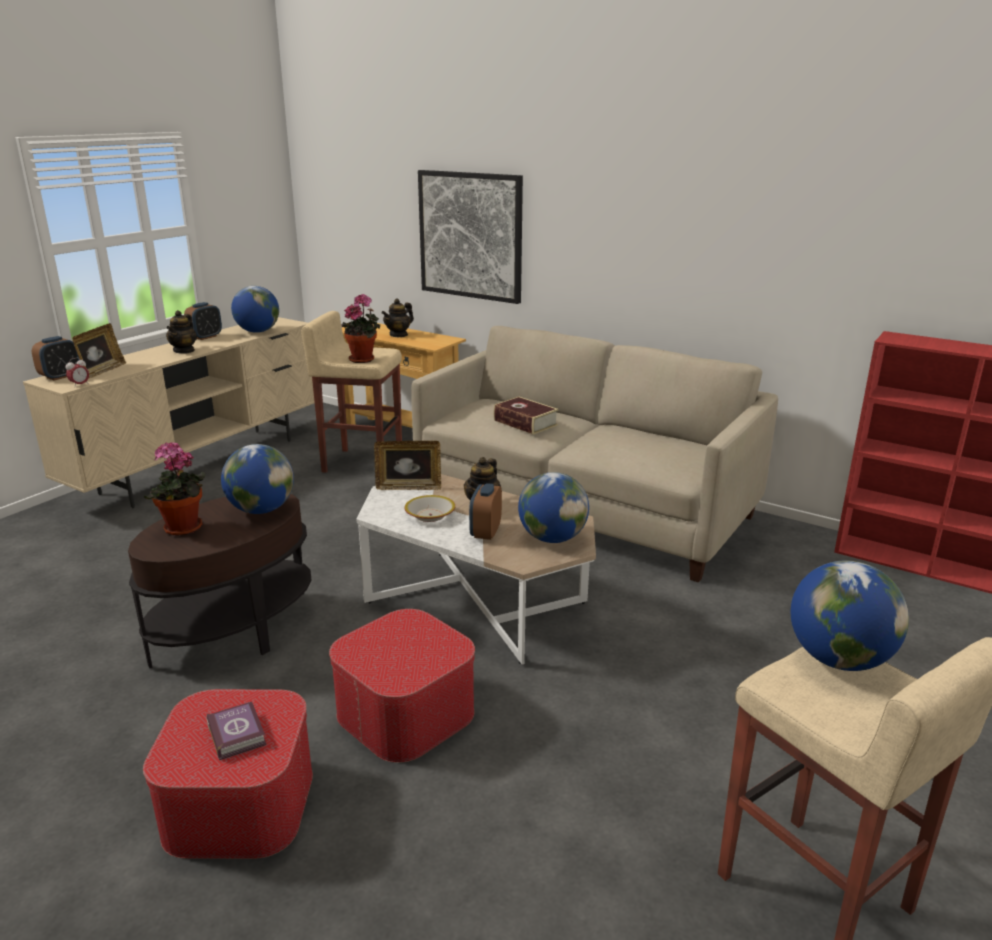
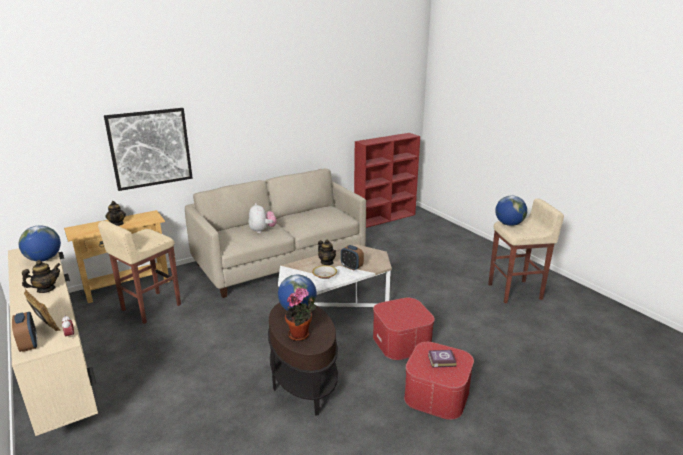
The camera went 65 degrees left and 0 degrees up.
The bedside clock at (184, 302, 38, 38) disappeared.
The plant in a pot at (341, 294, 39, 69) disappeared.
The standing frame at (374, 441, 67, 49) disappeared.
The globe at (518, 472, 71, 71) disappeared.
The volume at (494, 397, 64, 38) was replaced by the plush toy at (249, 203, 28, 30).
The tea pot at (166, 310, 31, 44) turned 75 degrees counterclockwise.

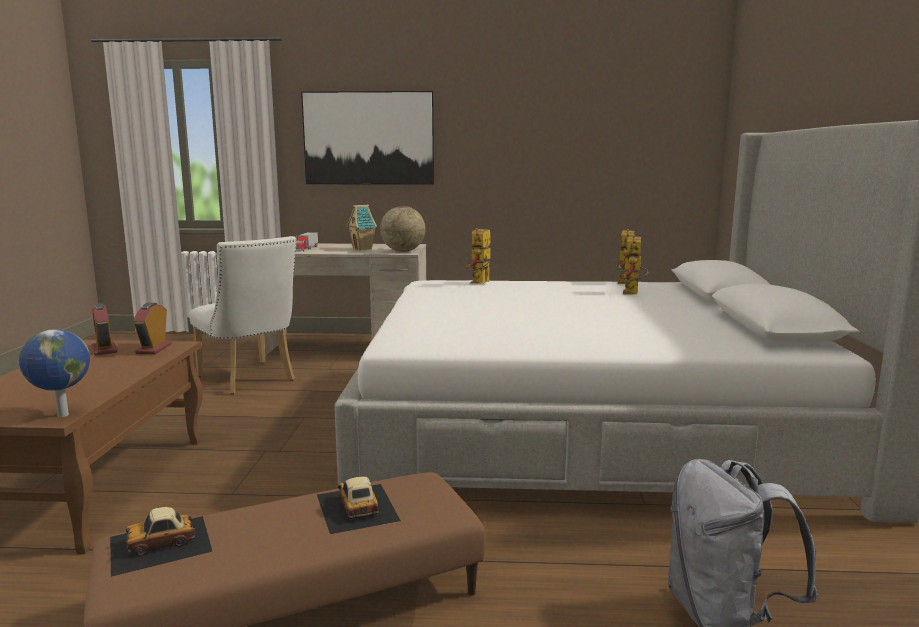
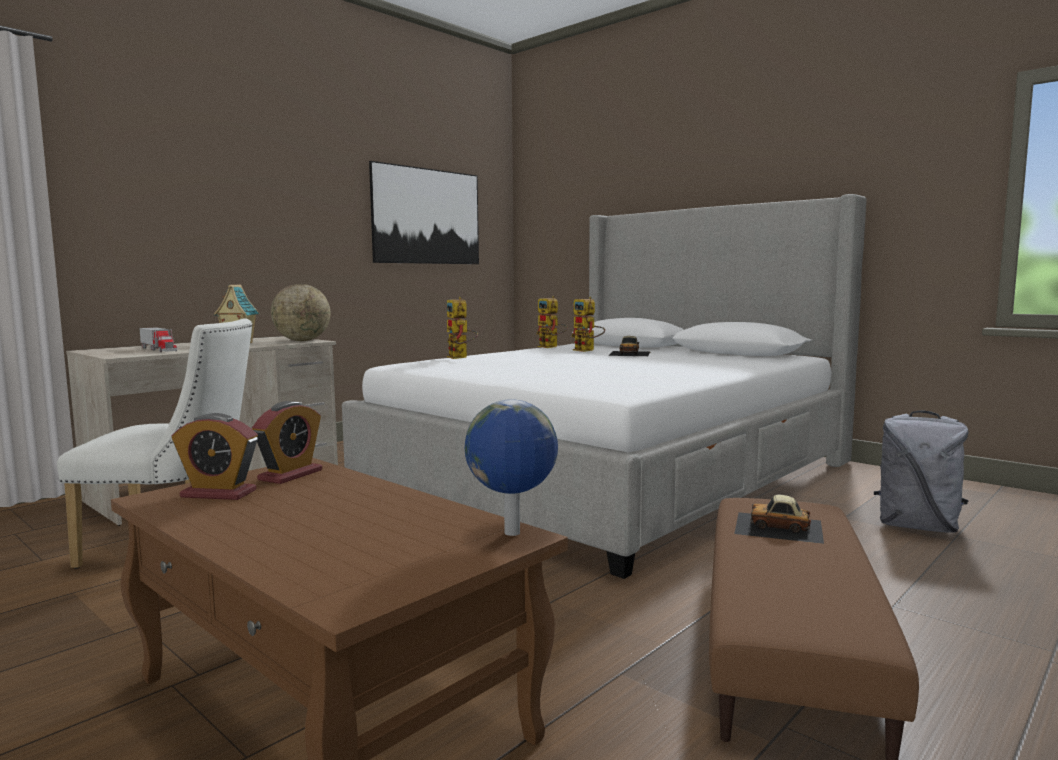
The camera went 50 degrees left and 5 degrees down.
The miniature car moved from (110, 507, 103, 70) to (608, 336, 42, 20).
The picture moved from (301, 91, 133, 94) to (369, 161, 110, 103).
The bedside clock at (133, 303, 39, 51) turned 105 degrees counterclockwise.

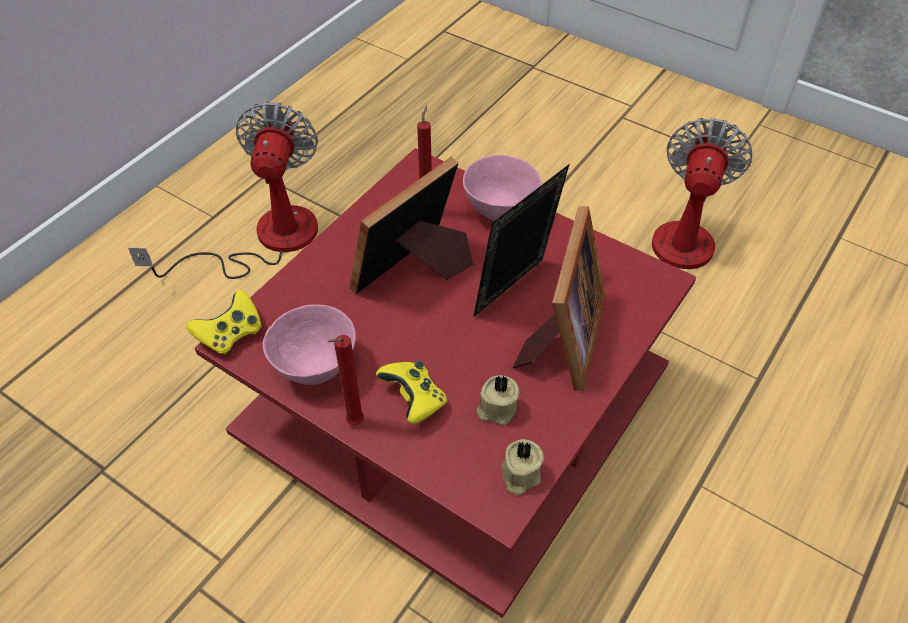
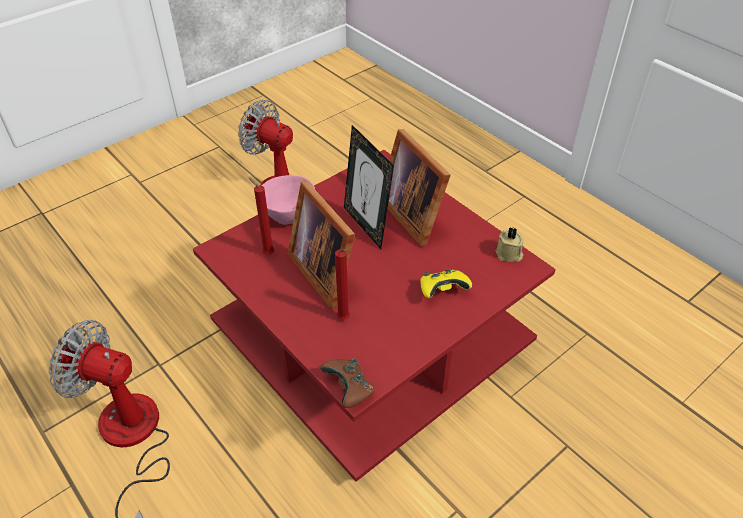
The camera went 75 degrees left and 5 degrees down.
The pinkish deep dish at (263, 305, 93, 80) disappeared.
The beige-coloured wax candle at (477, 375, 42, 50) disappeared.
The red-coloured wax candle moved from (328, 335, 36, 90) to (335, 249, 15, 71).
The yellow game controller at (186, 290, 75, 65) became the brownish game controller at (320, 359, 54, 49).
The standing frame at (513, 207, 92, 184) turned 150 degrees counterclockwise.

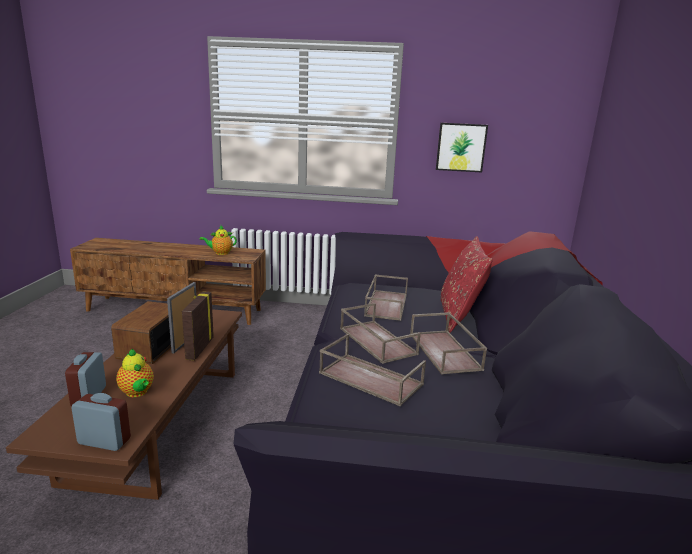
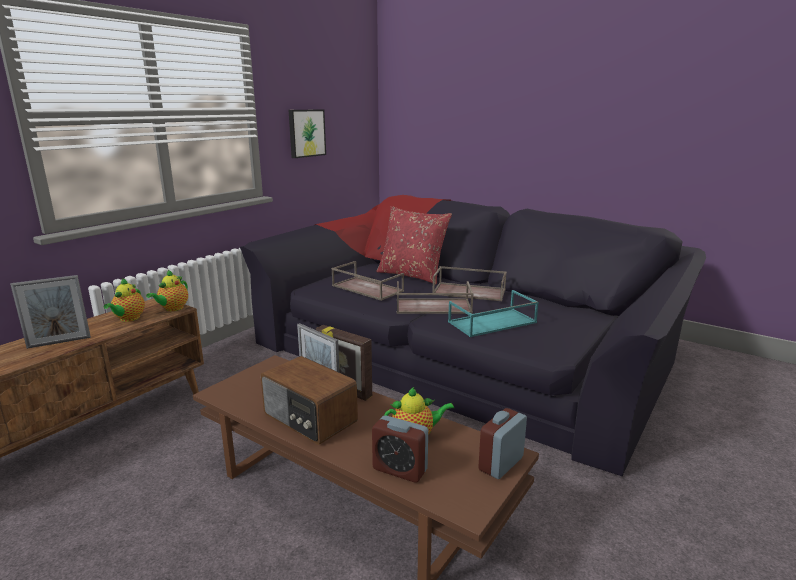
The camera went 60 degrees left and 0 degrees up.
The standing frame at (10, 275, 81, 74) appeared.
The tea pot at (146, 270, 42, 41) appeared.
The brownish serving tray at (319, 334, 107, 73) became the blue-green serving tray at (448, 290, 91, 47).

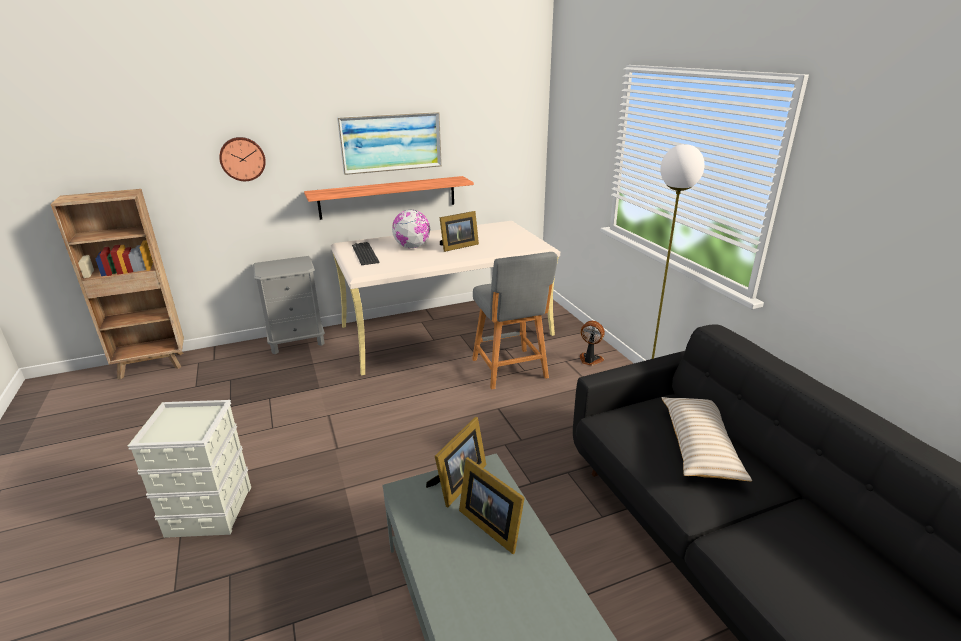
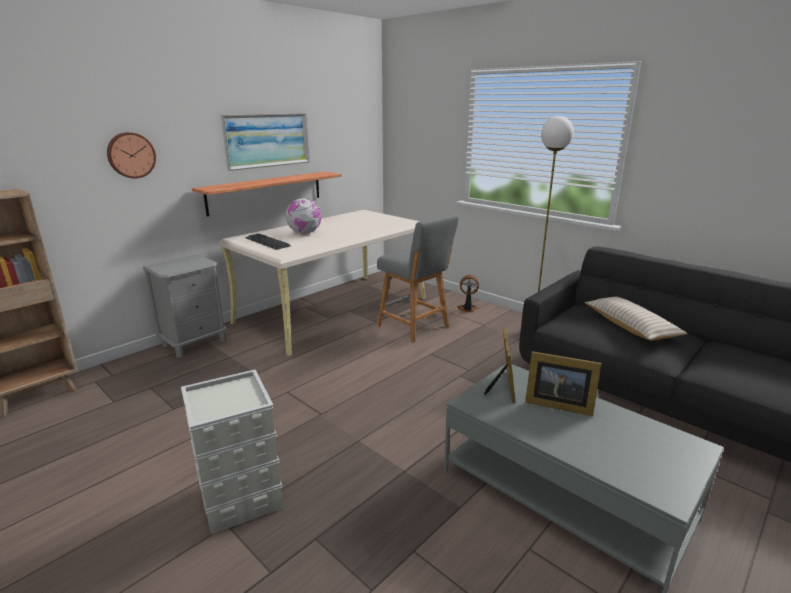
The camera went 25 degrees left and 5 degrees down.
The standing frame at (440, 211, 39, 41) disappeared.

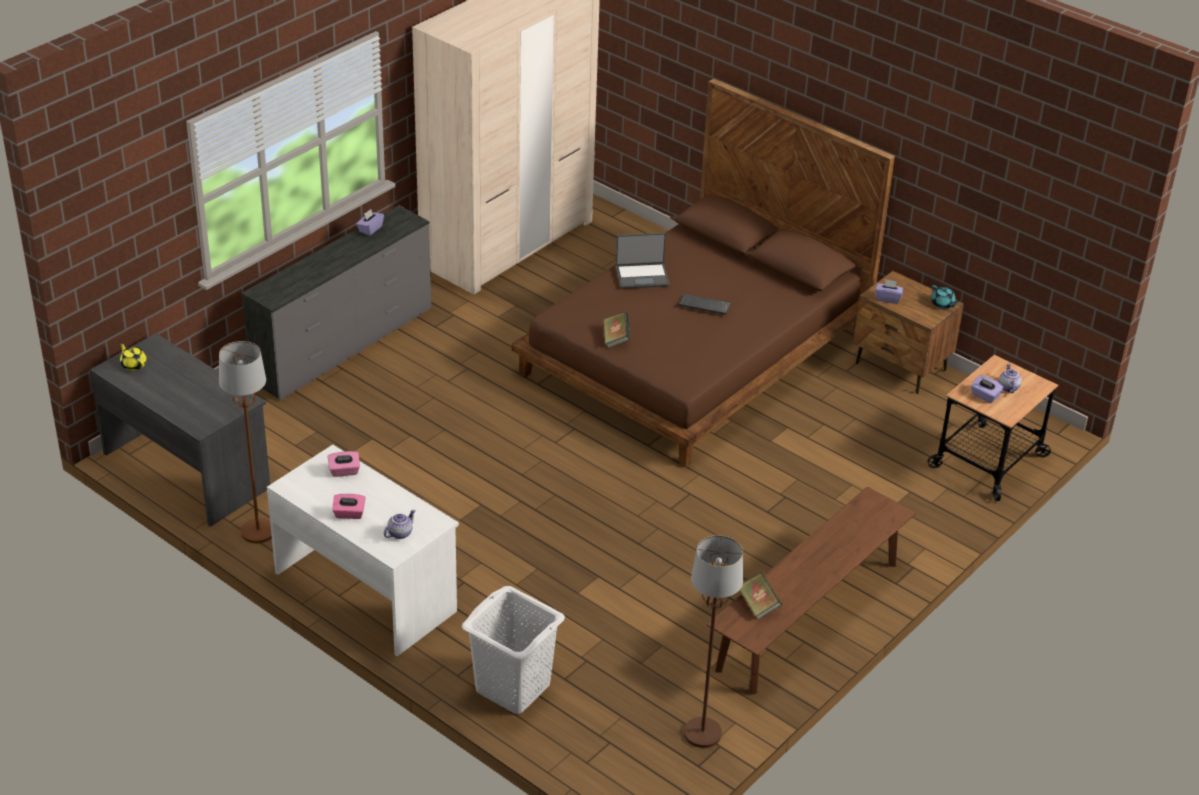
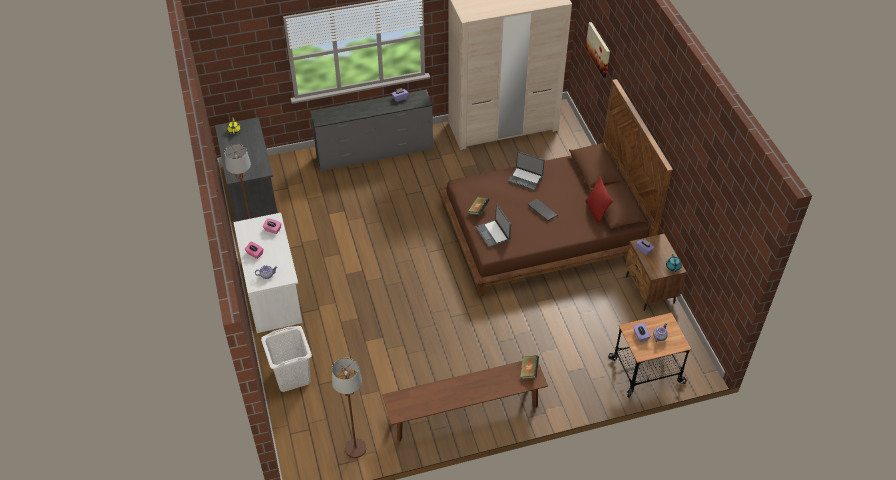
The camera went 35 degrees right and 10 degrees up.
The laptop at (476, 204, 35, 44) appeared.
The red-coloured throw pillow at (585, 176, 28, 50) appeared.
The picture at (586, 22, 24, 56) appeared.
The volume moved from (740, 572, 42, 48) to (520, 355, 19, 24).

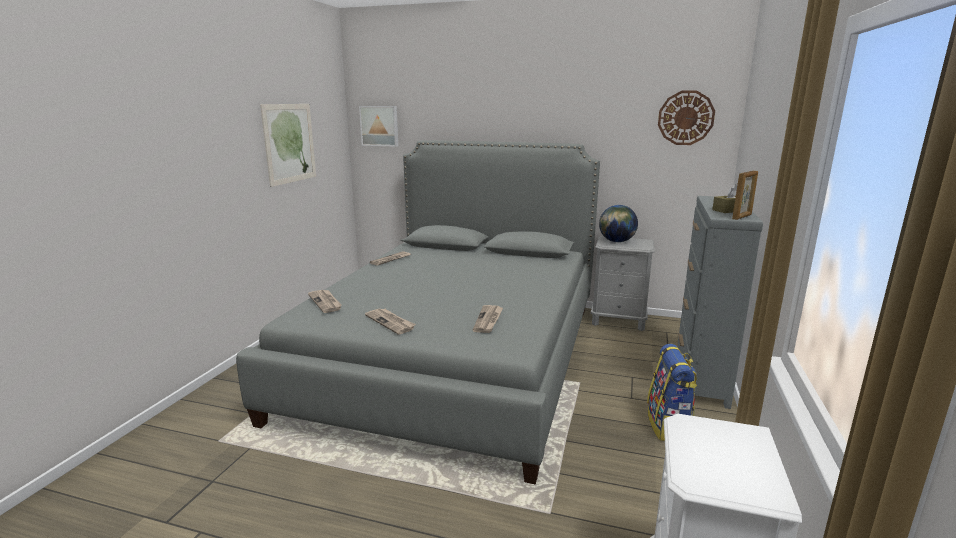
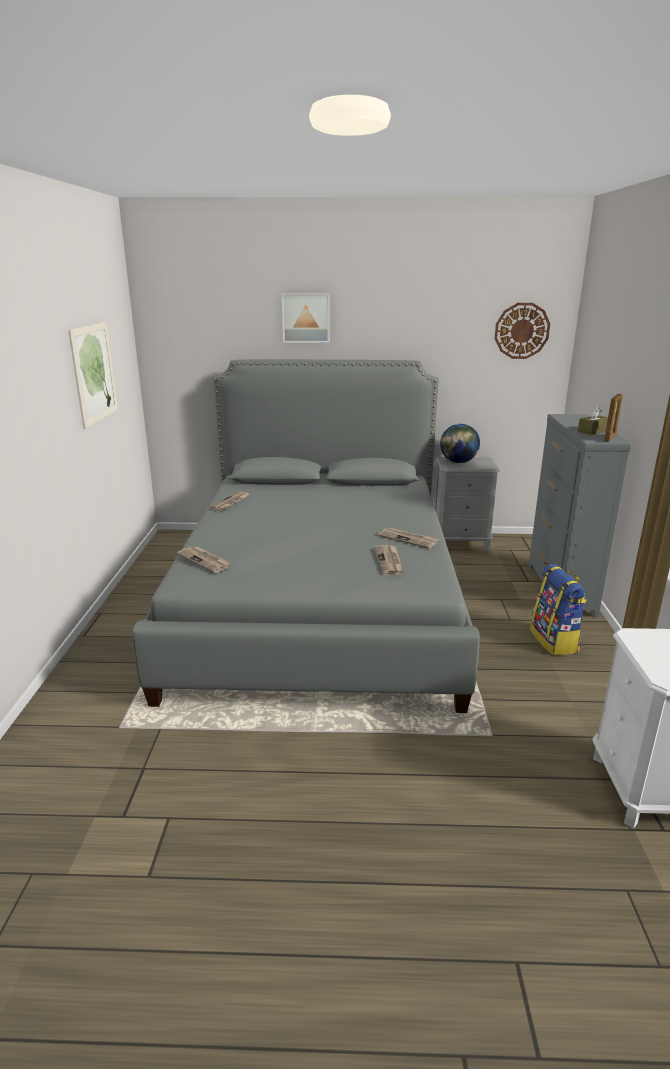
The camera went 15 degrees left and 5 degrees up.
The picture moved from (359, 106, 39, 41) to (282, 293, 48, 50).
The printed paper moved from (365, 309, 51, 25) to (378, 528, 62, 21).

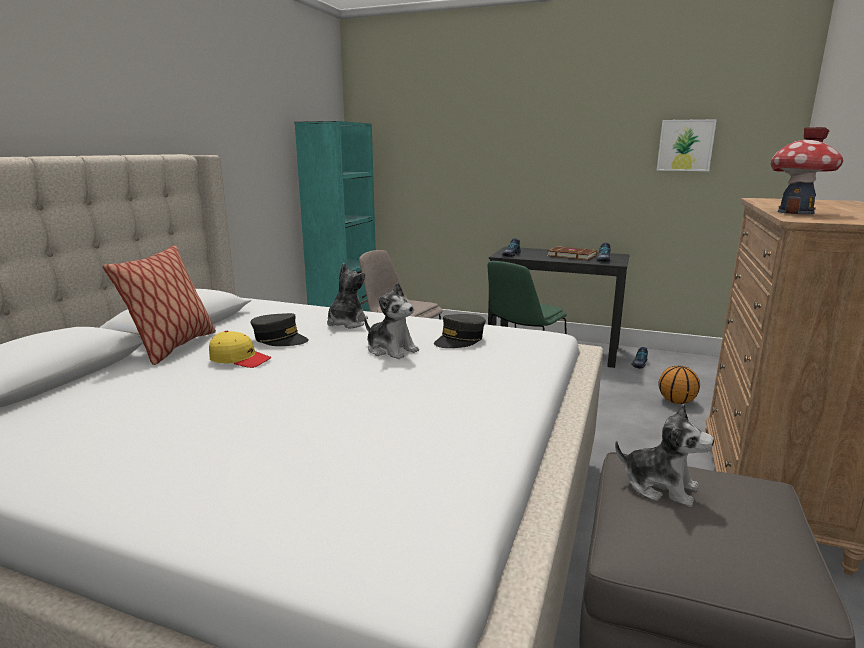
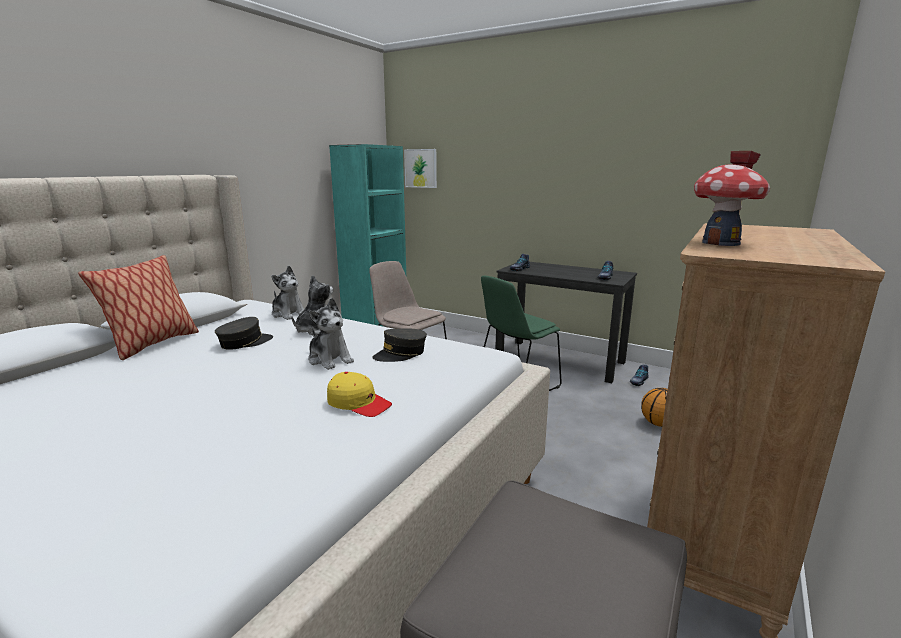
The camera went 10 degrees right and 0 degrees up.
The brownish volume at (547, 246, 50, 14) disappeared.
The yellow baseball cap moved from (209, 331, 62, 37) to (327, 372, 65, 45).
The plush toy moved from (615, 403, 99, 104) to (271, 266, 33, 54).
The picture moved from (657, 119, 60, 52) to (404, 149, 33, 39).
The grey baseball cap at (251, 313, 58, 33) turned 75 degrees counterclockwise.

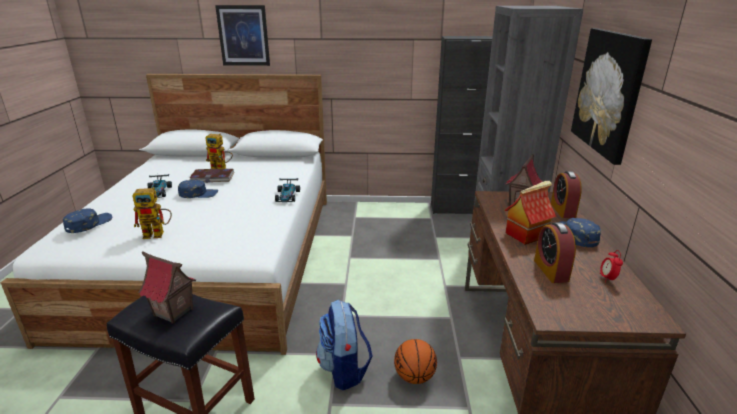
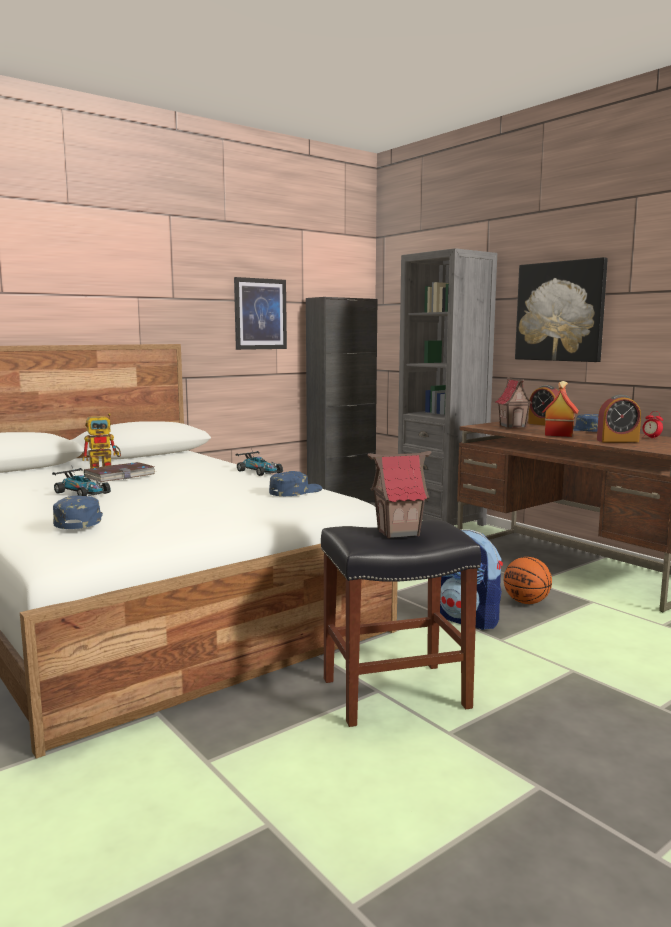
The camera went 40 degrees left and 15 degrees down.
The model robot at (132, 187, 40, 52) disappeared.
The bluish baseball cap moved from (178, 180, 40, 18) to (269, 471, 53, 25).
The picture moved from (215, 5, 55, 61) to (234, 277, 53, 73).
The bedside clock at (534, 222, 42, 61) turned 45 degrees counterclockwise.

